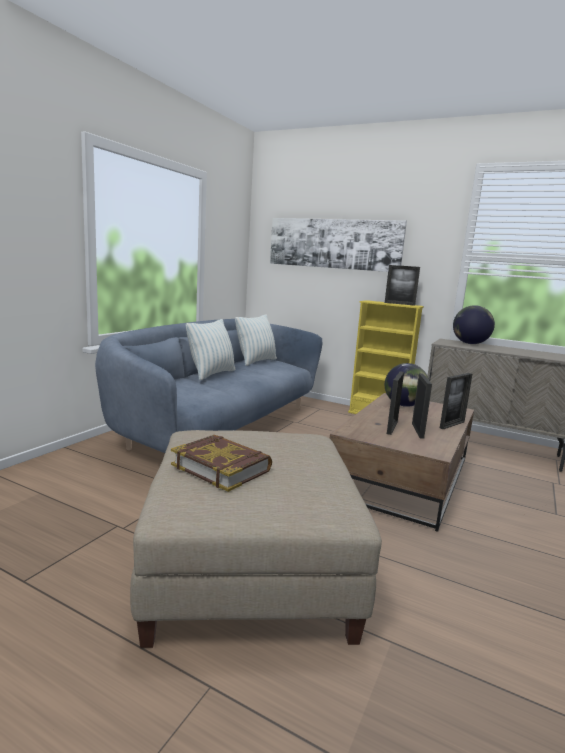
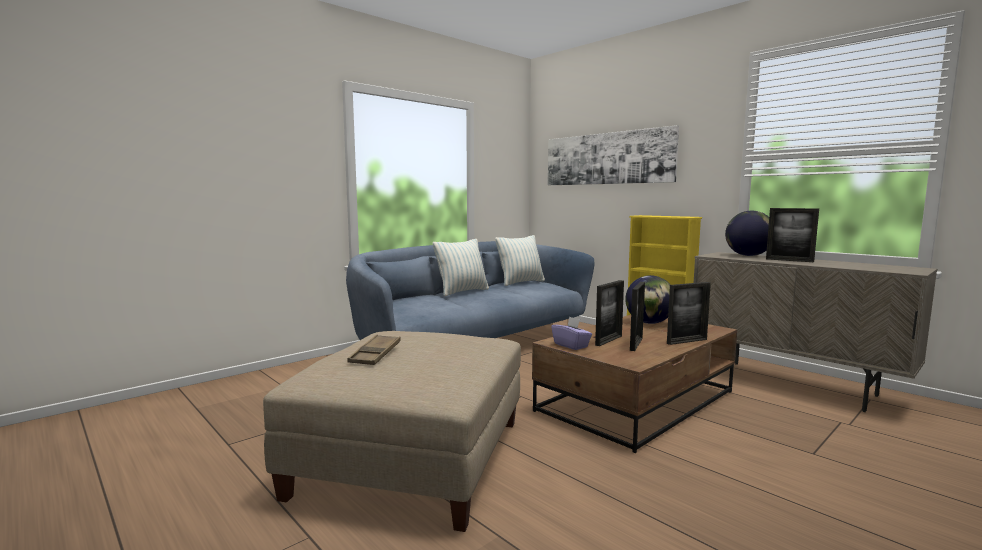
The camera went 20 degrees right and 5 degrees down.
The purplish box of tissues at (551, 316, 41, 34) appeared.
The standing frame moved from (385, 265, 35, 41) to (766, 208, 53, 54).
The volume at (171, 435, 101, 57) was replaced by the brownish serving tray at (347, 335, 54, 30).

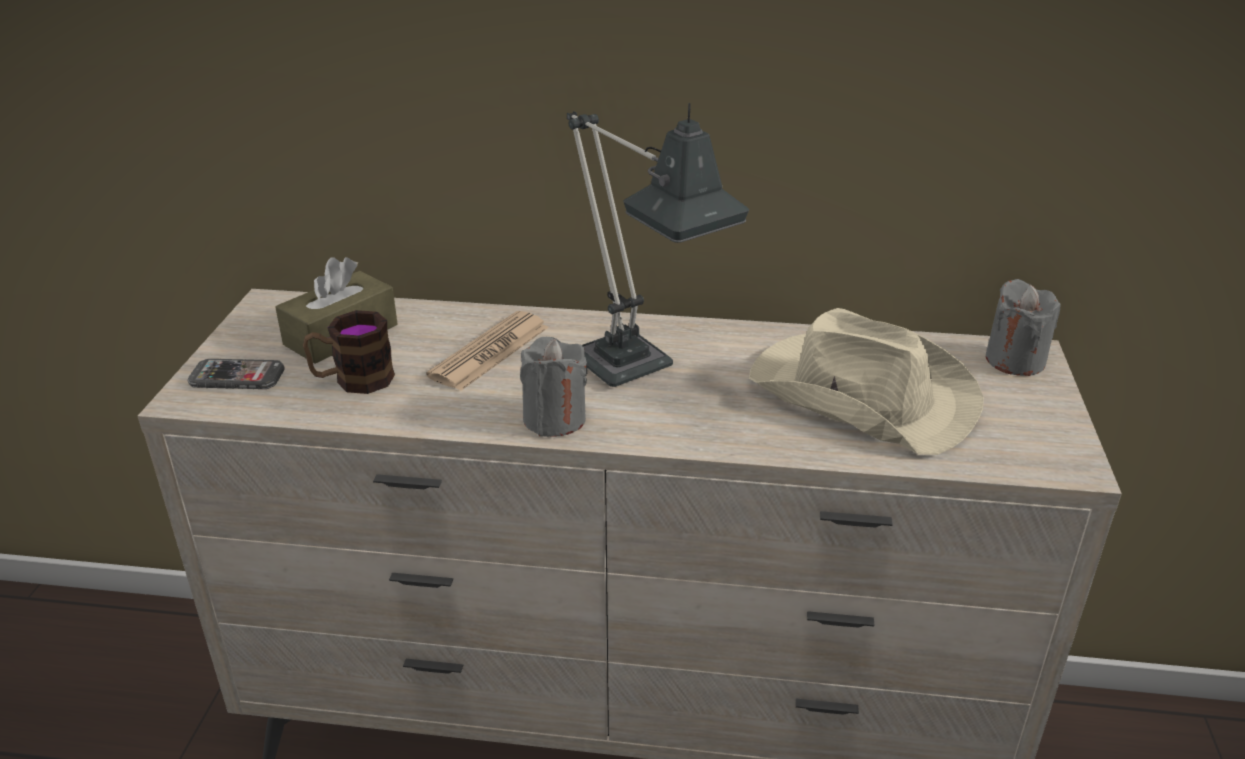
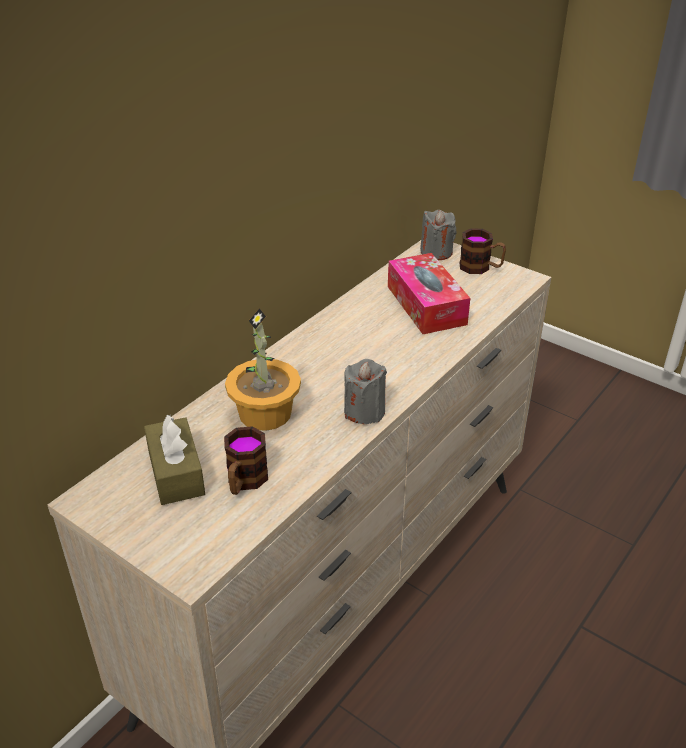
The camera went 60 degrees left and 5 degrees up.
The phone at (188, 359, 97, 30) disappeared.
The table lamp at (567, 103, 182, 284) disappeared.
The tea mug at (460, 228, 46, 46) appeared.
The printed paper at (426, 311, 123, 80) was replaced by the plant in a pot at (225, 308, 76, 123).
The beige-coloured wearable hat at (749, 308, 235, 147) was replaced by the box of tissues at (388, 253, 82, 81).

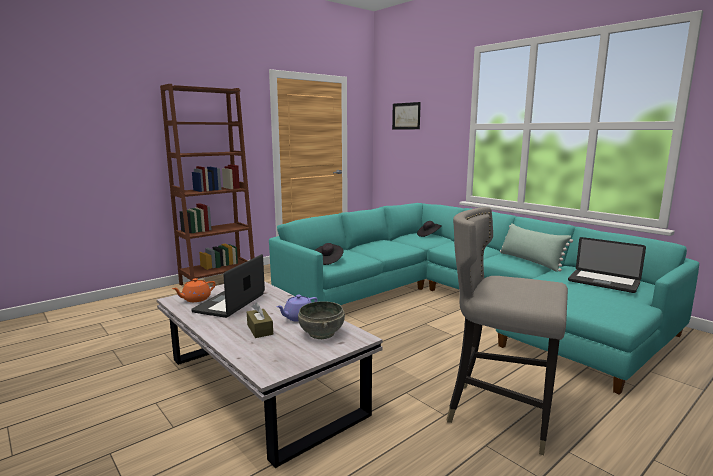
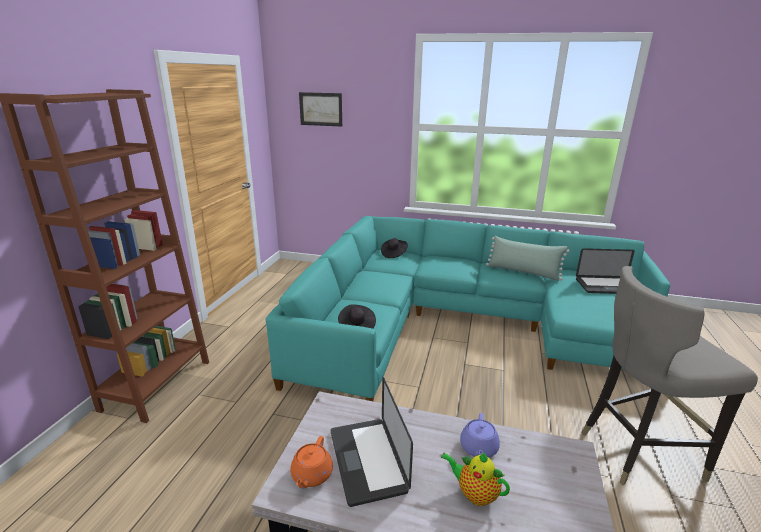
The camera went 35 degrees left and 10 degrees up.
The grey deep dish at (298, 301, 47, 38) disappeared.
The brownish box of tissues at (247, 302, 26, 36) was replaced by the tea pot at (441, 453, 69, 53).

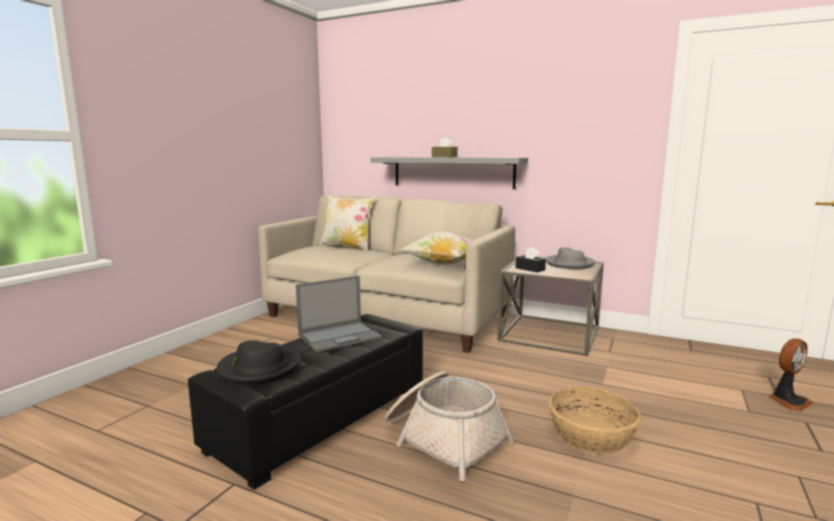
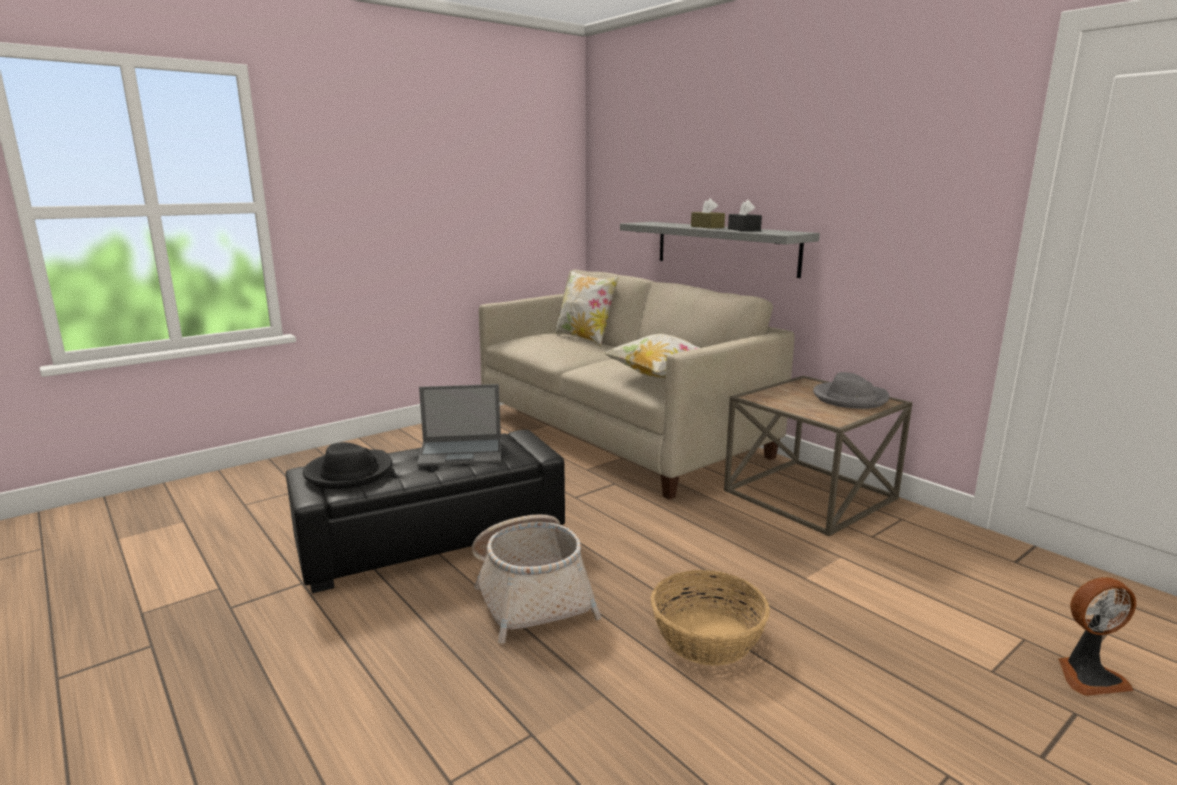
The camera went 25 degrees right and 5 degrees up.
The black-coloured box of tissues moved from (515, 247, 31, 25) to (728, 200, 34, 32).

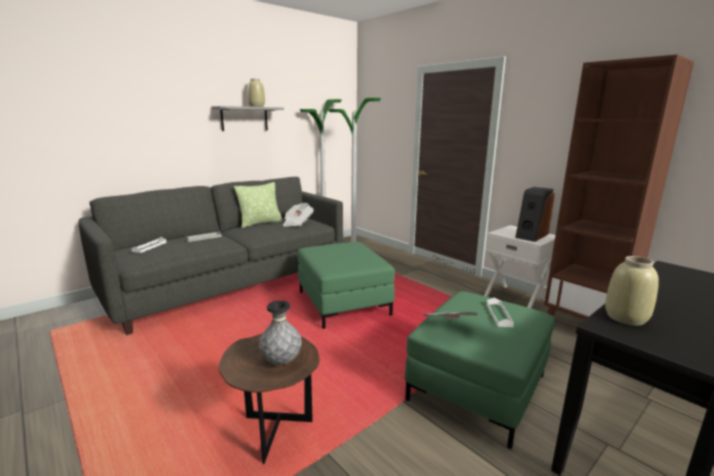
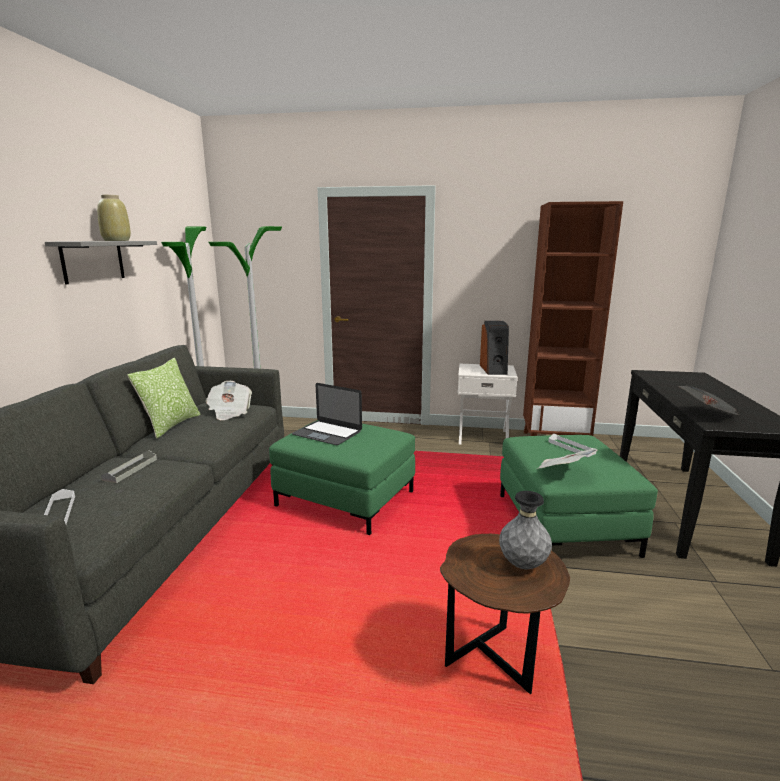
The camera went 40 degrees left and 0 degrees up.
The laptop at (292, 383, 70, 62) appeared.
The beige-coloured flower vase at (605, 256, 54, 70) was replaced by the printed paper at (678, 386, 61, 29).

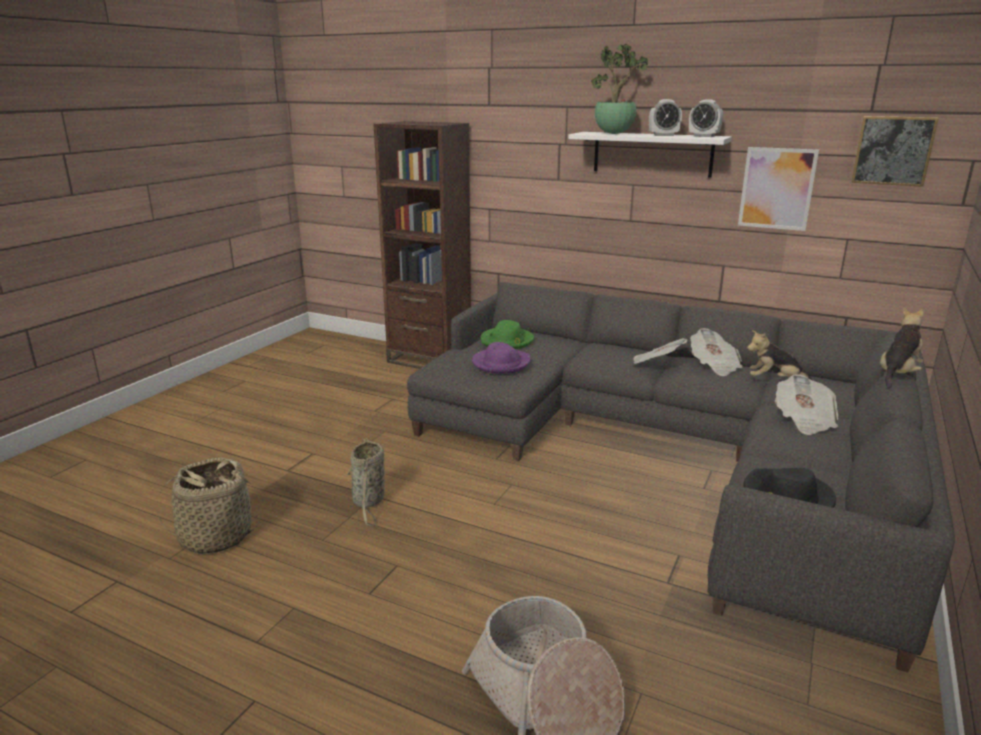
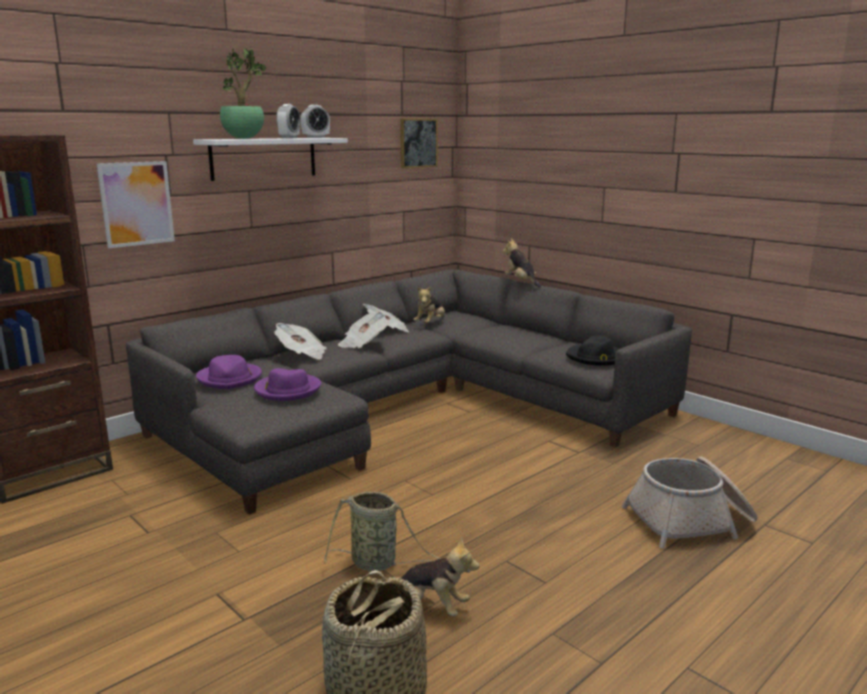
The camera went 70 degrees left and 5 degrees down.
The plush toy at (401, 537, 78, 79) appeared.
The picture moved from (738, 147, 81, 84) to (97, 161, 78, 87).
The printed paper moved from (775, 374, 63, 61) to (274, 323, 53, 36).
The greenish wearable hat at (480, 320, 54, 29) became the purplish wearable hat at (196, 355, 66, 34).

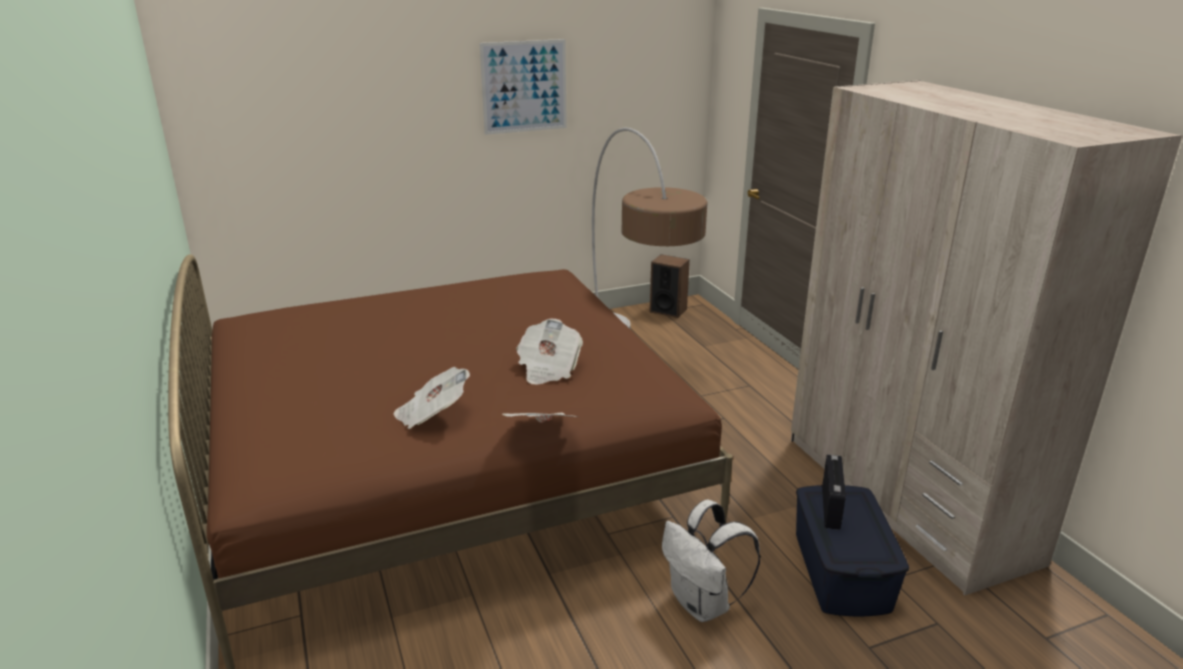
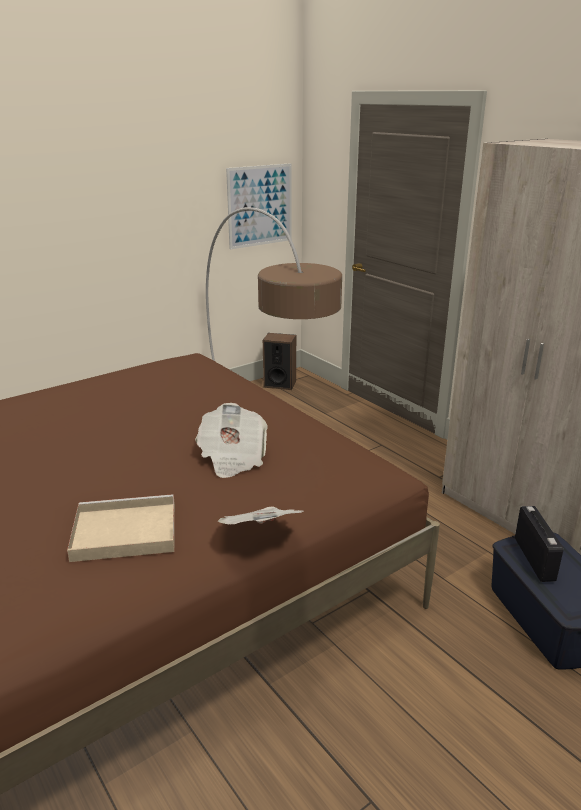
The camera went 15 degrees left and 0 degrees up.
The white knapsack at (662, 500, 99, 122) disappeared.
The picture moved from (480, 39, 87, 96) to (226, 163, 66, 86).
The printed paper at (393, 367, 77, 62) was replaced by the beige-coloured serving tray at (67, 494, 108, 68).

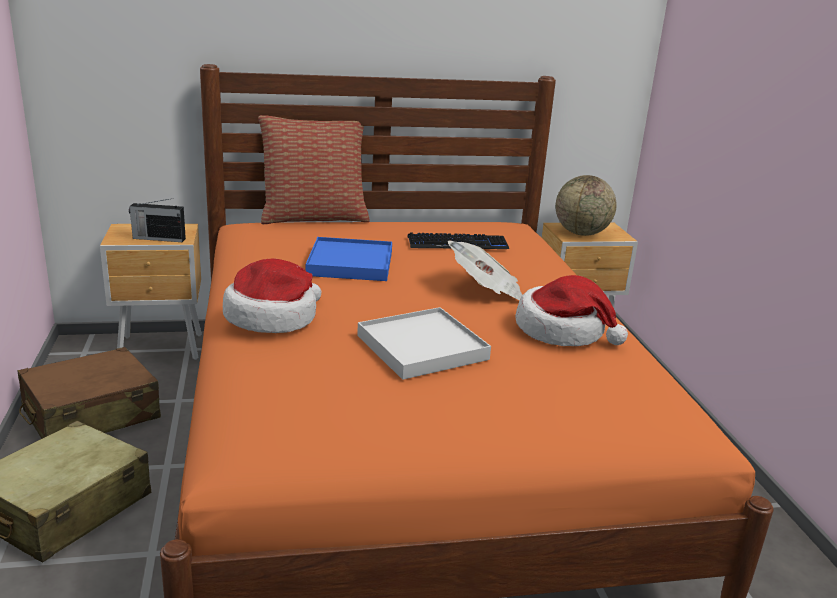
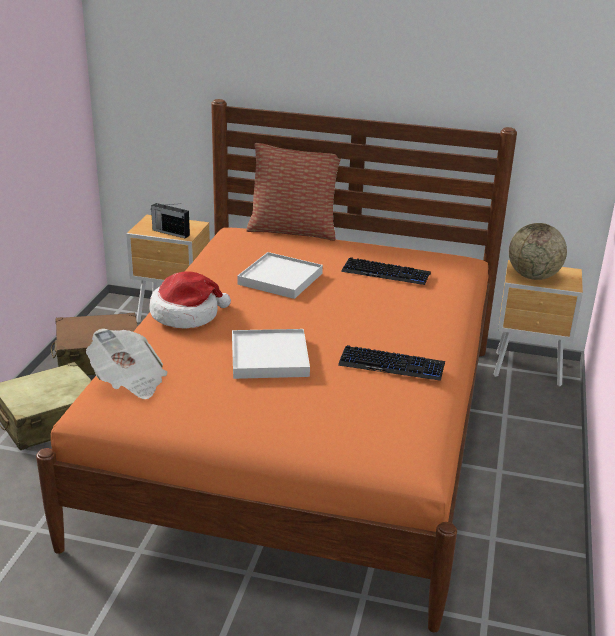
The camera went 25 degrees right and 5 degrees up.
The printed paper moved from (448, 240, 74, 60) to (86, 328, 82, 71).
The wearable hat at (515, 275, 113, 71) was replaced by the keyboard at (338, 345, 107, 36).
The bluish serving tray at (306, 237, 86, 44) became the white serving tray at (237, 252, 86, 47).

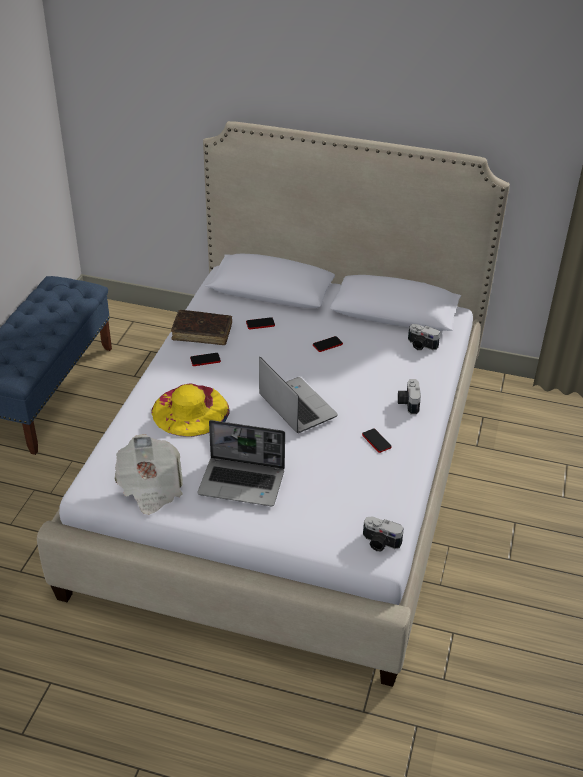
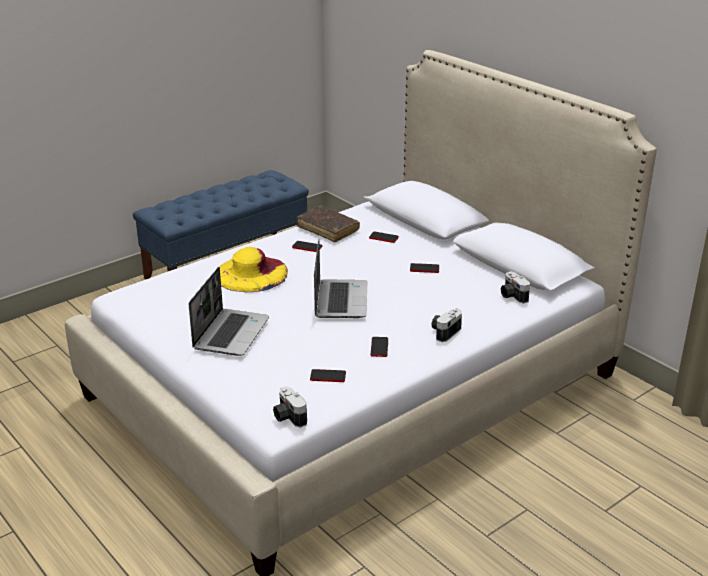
The camera went 35 degrees right and 10 degrees down.
The printed paper at (114, 434, 69, 81) disappeared.
The phone at (310, 369, 36, 13) appeared.
The laptop at (197, 420, 88, 86) turned 120 degrees counterclockwise.

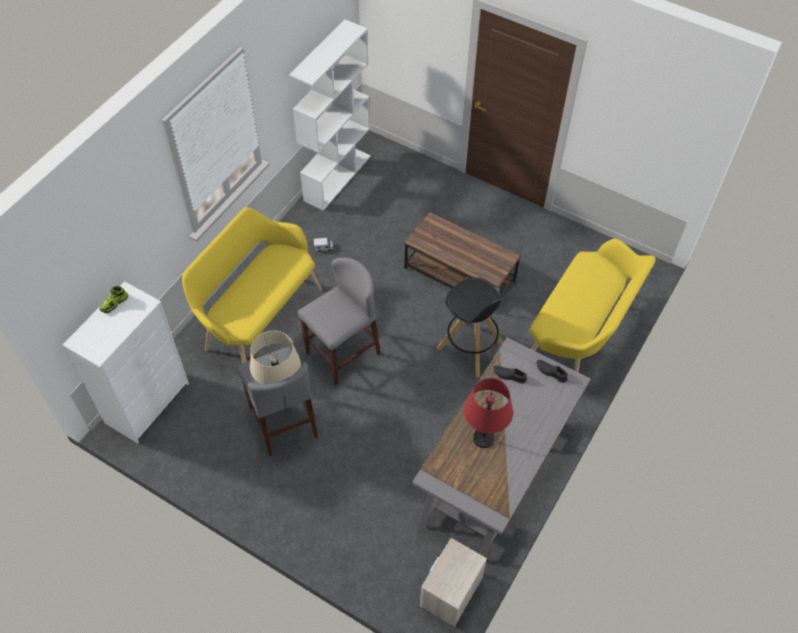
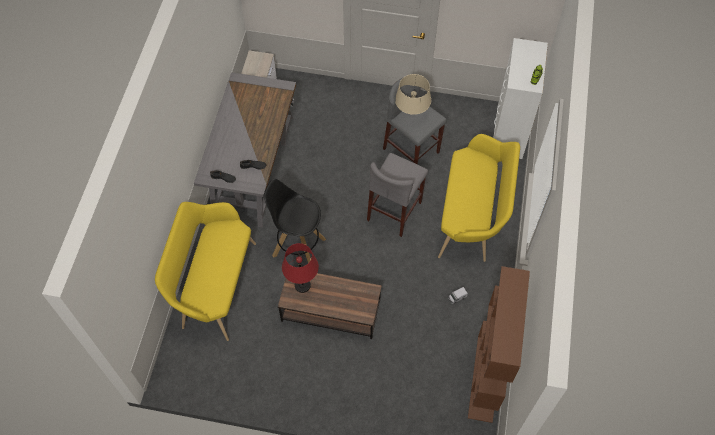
The camera went 160 degrees right and 5 degrees up.
The red-coloured table lamp moved from (464, 378, 49, 70) to (282, 243, 37, 50).
The white bookshelf at (289, 19, 82, 192) became the brownish bookshelf at (468, 266, 62, 157).

